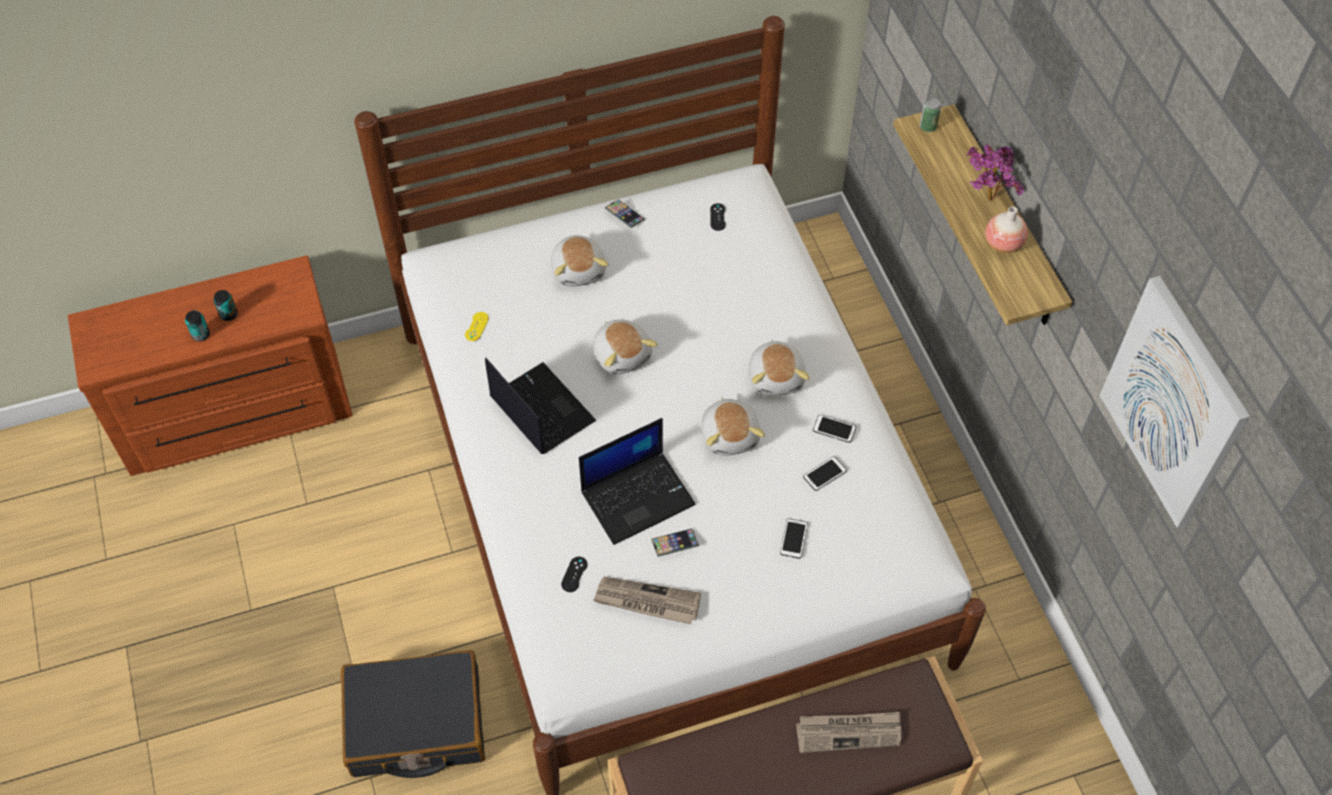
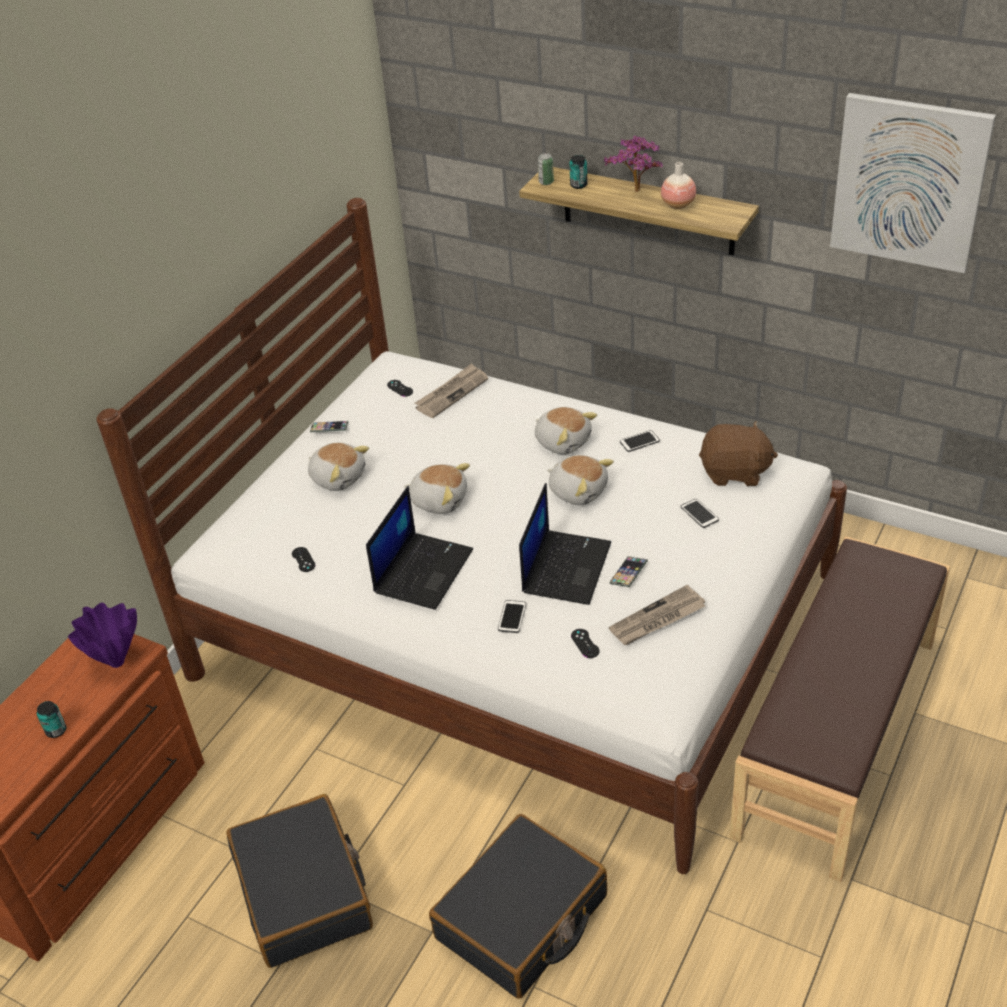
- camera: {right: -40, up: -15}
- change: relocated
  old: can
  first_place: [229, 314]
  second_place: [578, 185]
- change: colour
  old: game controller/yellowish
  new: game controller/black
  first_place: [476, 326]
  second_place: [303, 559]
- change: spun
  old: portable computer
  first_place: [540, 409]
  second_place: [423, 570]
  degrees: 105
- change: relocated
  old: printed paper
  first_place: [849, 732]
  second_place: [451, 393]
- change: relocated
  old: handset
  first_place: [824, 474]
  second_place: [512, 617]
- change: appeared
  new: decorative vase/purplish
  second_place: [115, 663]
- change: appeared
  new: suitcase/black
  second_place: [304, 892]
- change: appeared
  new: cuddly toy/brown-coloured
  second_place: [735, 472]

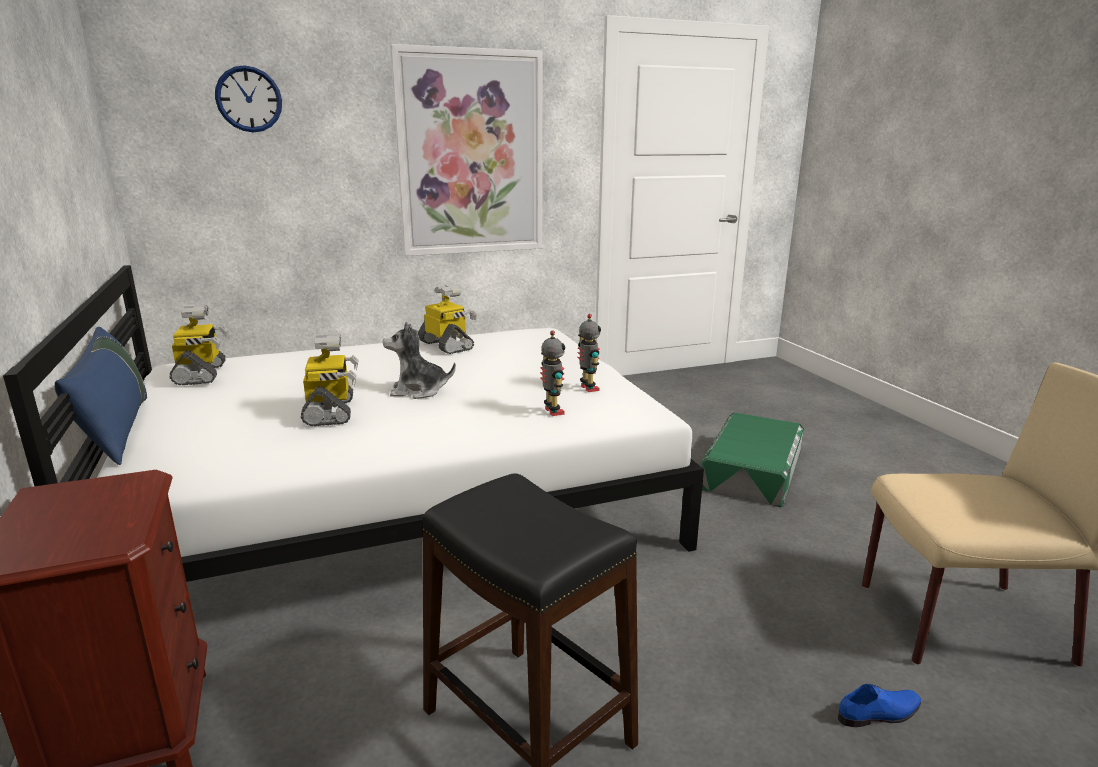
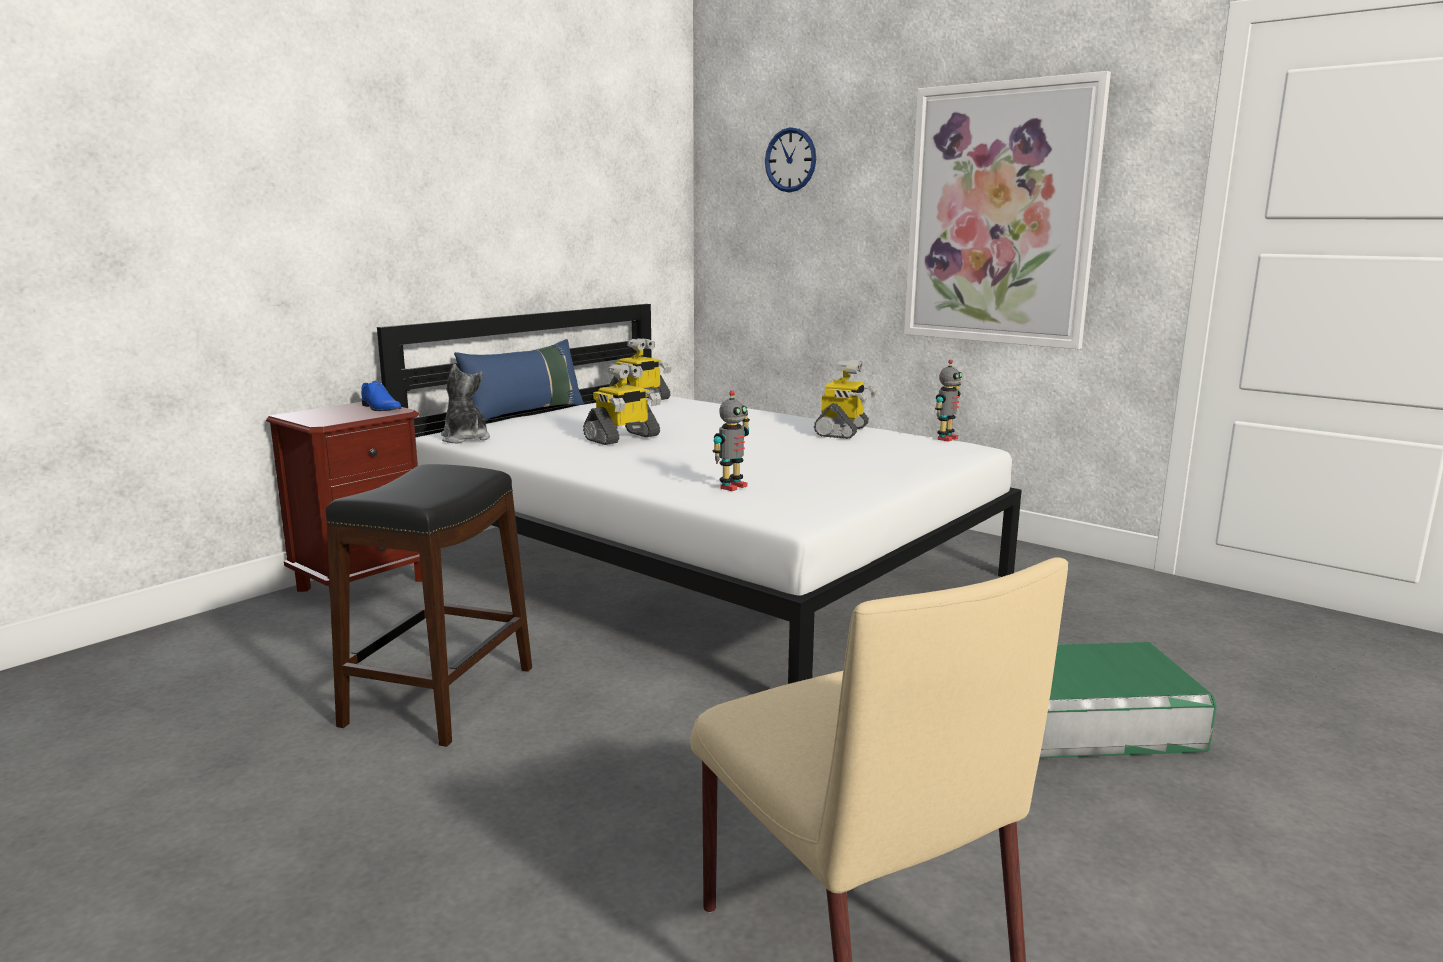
- camera: {right: 60, up: -5}
- change: relocated
  old: cuddly toy
  first_place: [418, 391]
  second_place: [465, 439]
- change: relocated
  old: model robot
  first_place: [588, 388]
  second_place: [945, 438]
- change: relocated
  old: shoe/bluish
  first_place: [880, 713]
  second_place: [380, 408]

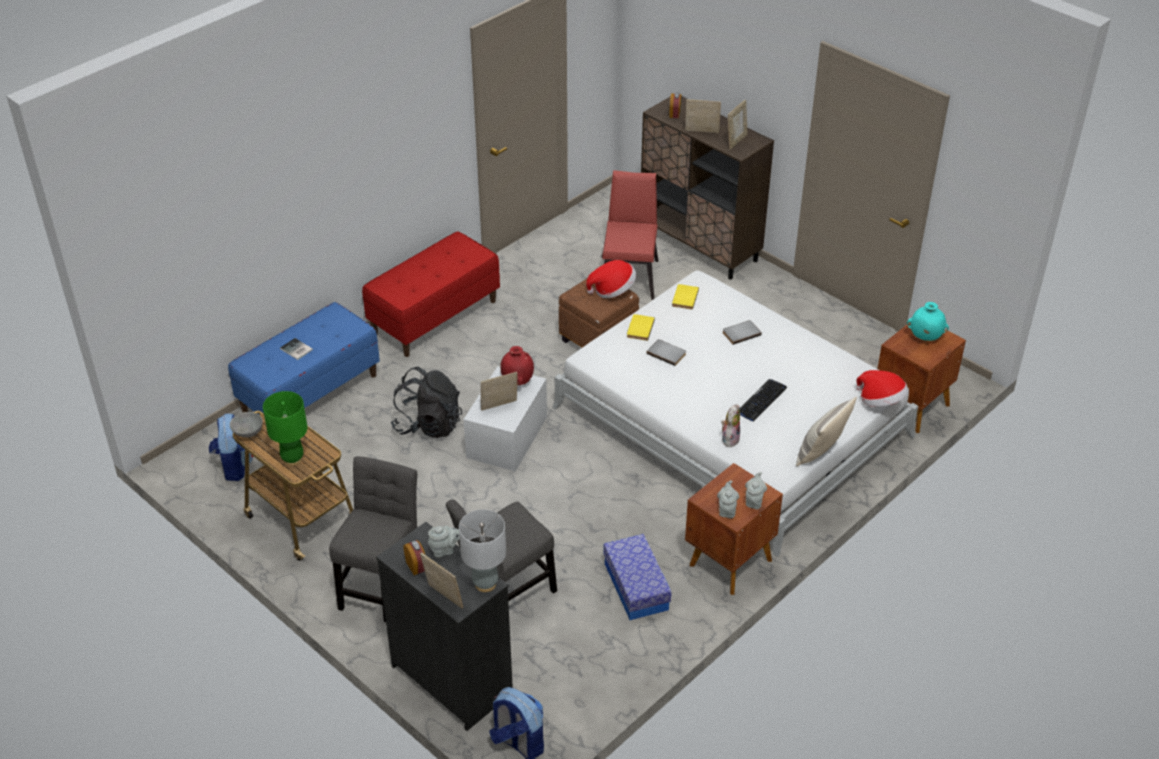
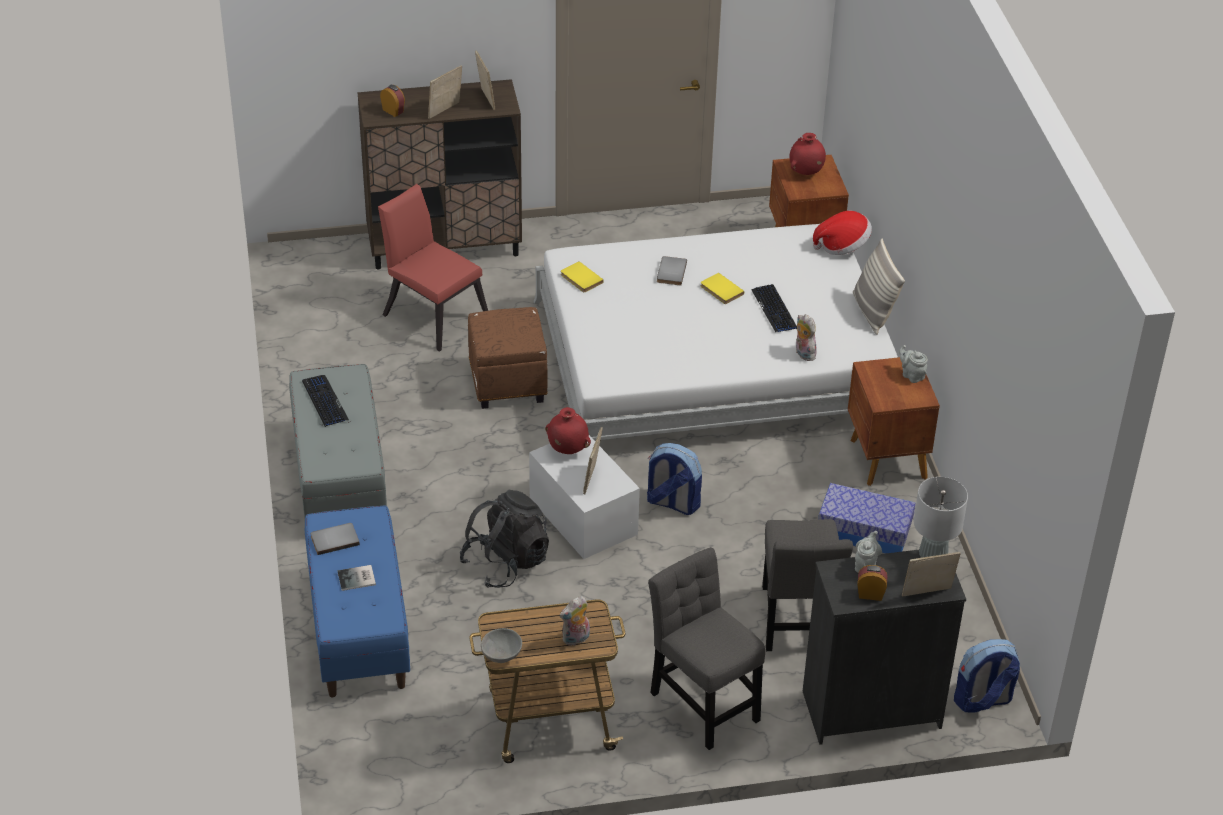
- camera: {right: -55, up: 0}
- change: relocated
  old: backpack
  first_place: [234, 466]
  second_place: [672, 503]
- change: exchanged
  old: lamp for a table/green
  new: cuddly toy
  first_place: [293, 459]
  second_place: [576, 639]
- change: colour
  old: indoor bench/red-coloured
  new: indoor bench/grey
  first_place: [434, 317]
  second_place: [339, 478]
- change: missing
  old: wearable hat
  first_place: [612, 290]
- change: relocated
  old: bound book/yellowish
  first_place: [639, 328]
  second_place: [720, 290]
- change: relocated
  old: bound book/grey
  first_place: [667, 353]
  second_place: [334, 539]
- change: missing
  old: pot for tea/grey
  first_place: [727, 510]
- change: colour
  old: decorative vase/turquoise
  new: decorative vase/red-coloured
  first_place: [925, 337]
  second_place: [805, 173]
- change: appeared
  new: computer keyboard
  second_place: [324, 401]

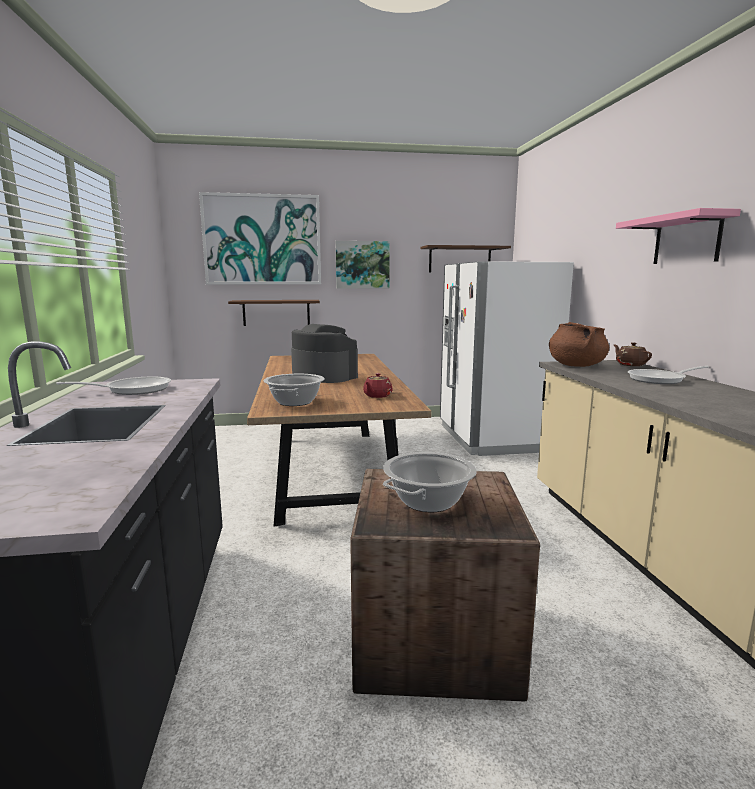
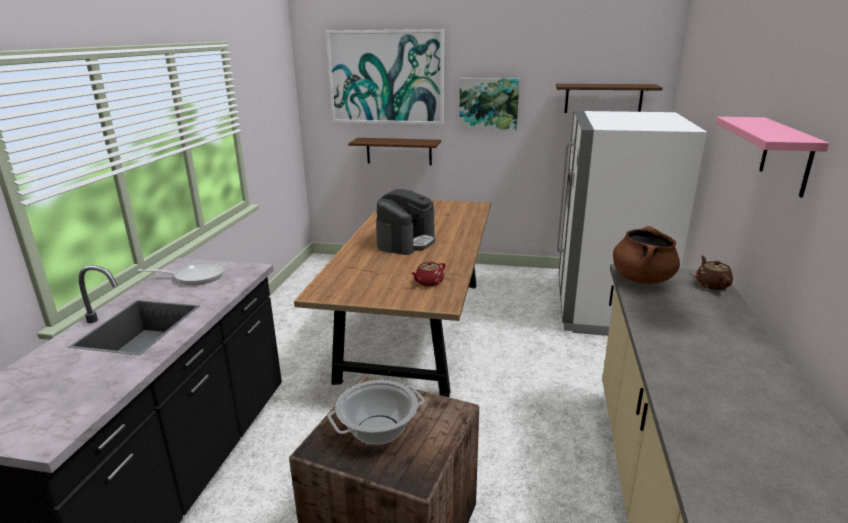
- camera: {right: 20, up: 10}
- change: missing
  old: stockpot
  first_place: [295, 402]
- change: spun
  old: coffee maker
  first_place: [323, 376]
  second_place: [406, 242]
  degrees: 60
- change: missing
  old: skillet
  first_place: [660, 380]

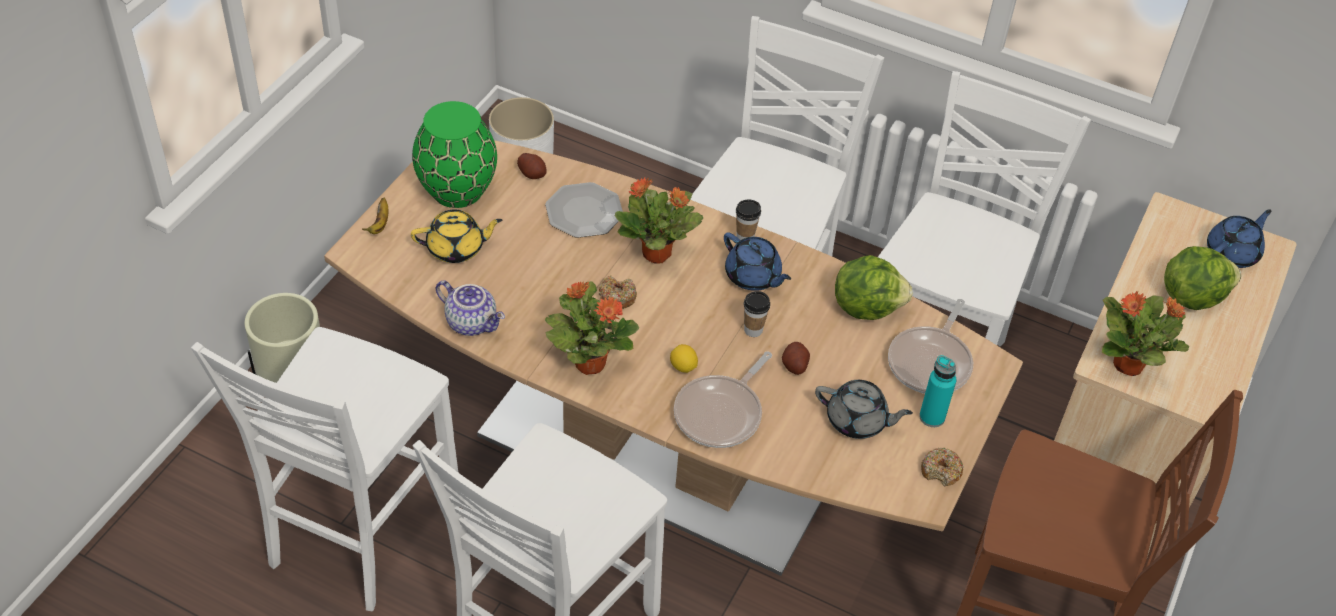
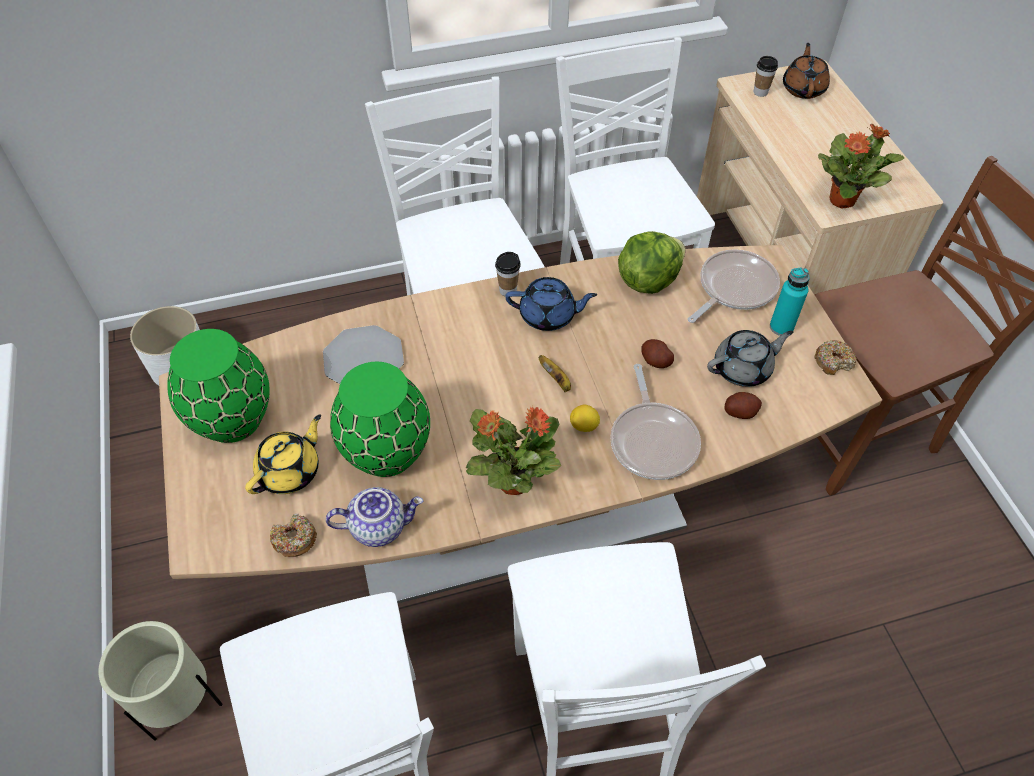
- camera: {right: -40, up: 5}
- change: relocated
  old: banana fruit
  first_place: [379, 224]
  second_place: [556, 380]
- change: relocated
  old: whole potato
  first_place: [532, 173]
  second_place: [740, 412]
- change: relocated
  old: doughnut
  first_place: [617, 297]
  second_place: [294, 539]
- change: missing
  old: plant in a pot
  first_place: [657, 254]
- change: relocated
  old: cup
  first_place: [753, 330]
  second_place: [760, 92]
- change: spun
  old: skillet
  first_place: [931, 362]
  second_place: [733, 288]
  degrees: -120
- change: missing
  old: lettuce
  first_place: [1191, 296]
- change: colour
  old: pot for tea/bluish
  new: pot for tea/brown-coloured
  first_place: [1232, 253]
  second_place: [803, 88]
- change: appeared
  new: decorative vase/green
  second_place: [386, 453]

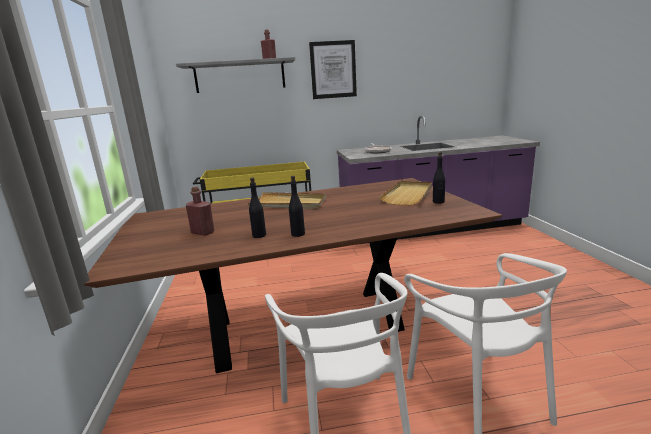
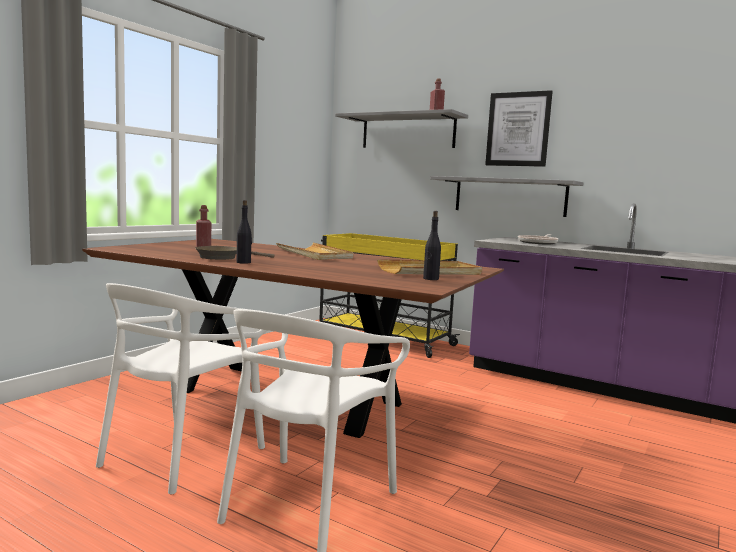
- camera: {right: 40, up: -10}
- change: exchanged
  old: bottle/black
  new: skillet/brown-coloured
  first_place: [259, 235]
  second_place: [222, 257]
- change: appeared
  new: wall shelf/grey
  second_place: [509, 196]

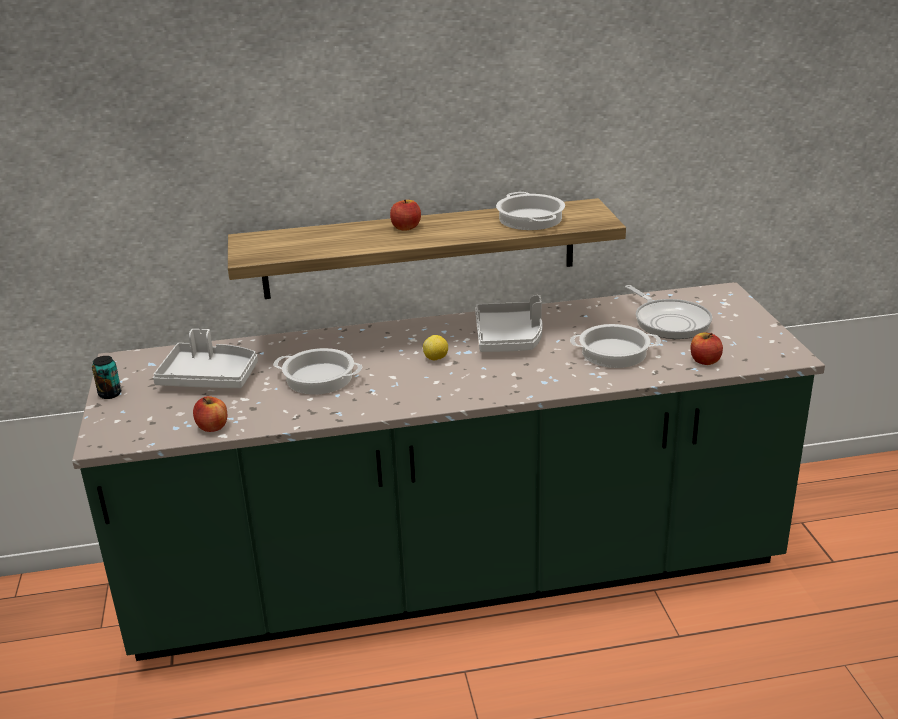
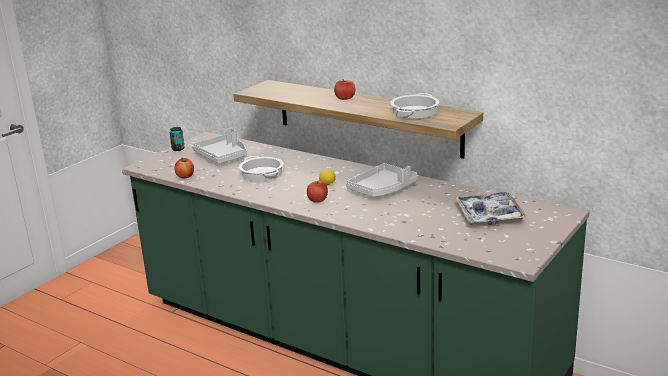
- camera: {right: 45, up: -5}
- change: missing
  old: stockpot
  first_place: [613, 353]
- change: exchanged
  old: skillet
  new: serving tray
  first_place: [669, 322]
  second_place: [489, 215]
- change: relocated
  old: whole apple
  first_place: [704, 361]
  second_place: [317, 200]

